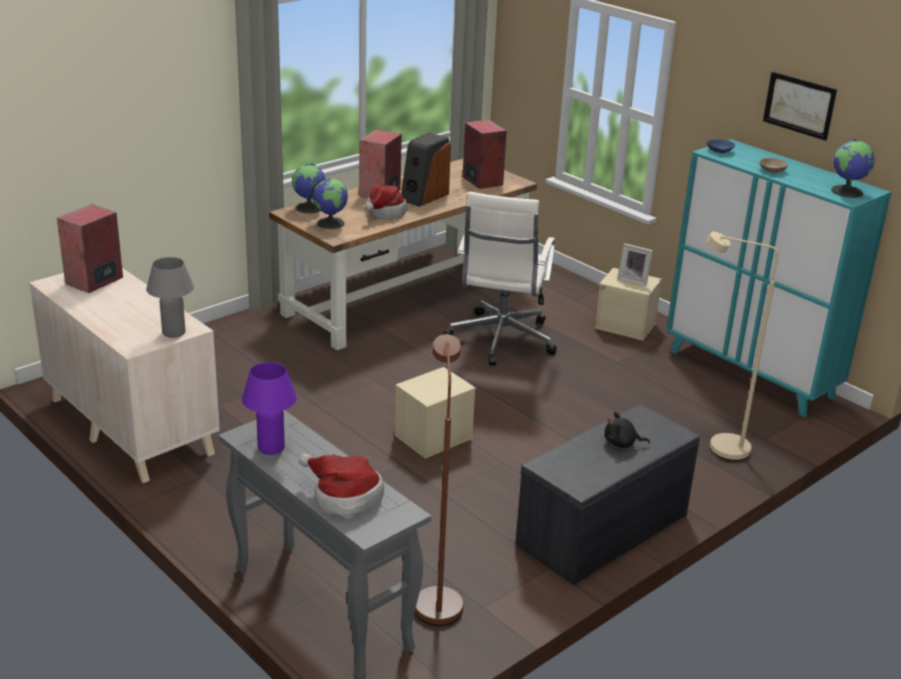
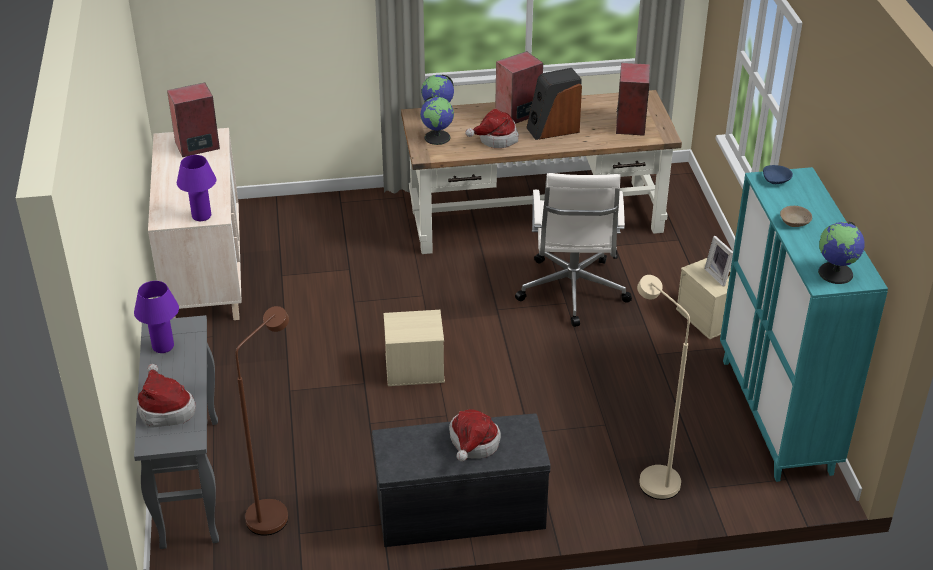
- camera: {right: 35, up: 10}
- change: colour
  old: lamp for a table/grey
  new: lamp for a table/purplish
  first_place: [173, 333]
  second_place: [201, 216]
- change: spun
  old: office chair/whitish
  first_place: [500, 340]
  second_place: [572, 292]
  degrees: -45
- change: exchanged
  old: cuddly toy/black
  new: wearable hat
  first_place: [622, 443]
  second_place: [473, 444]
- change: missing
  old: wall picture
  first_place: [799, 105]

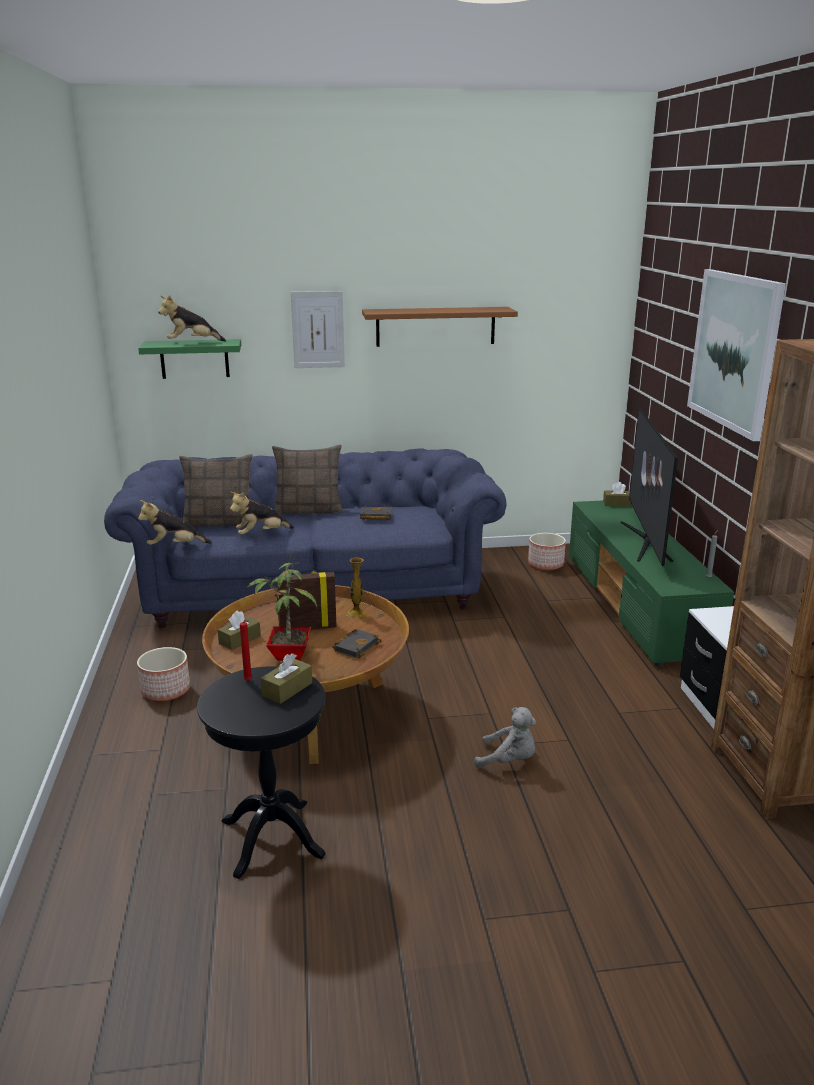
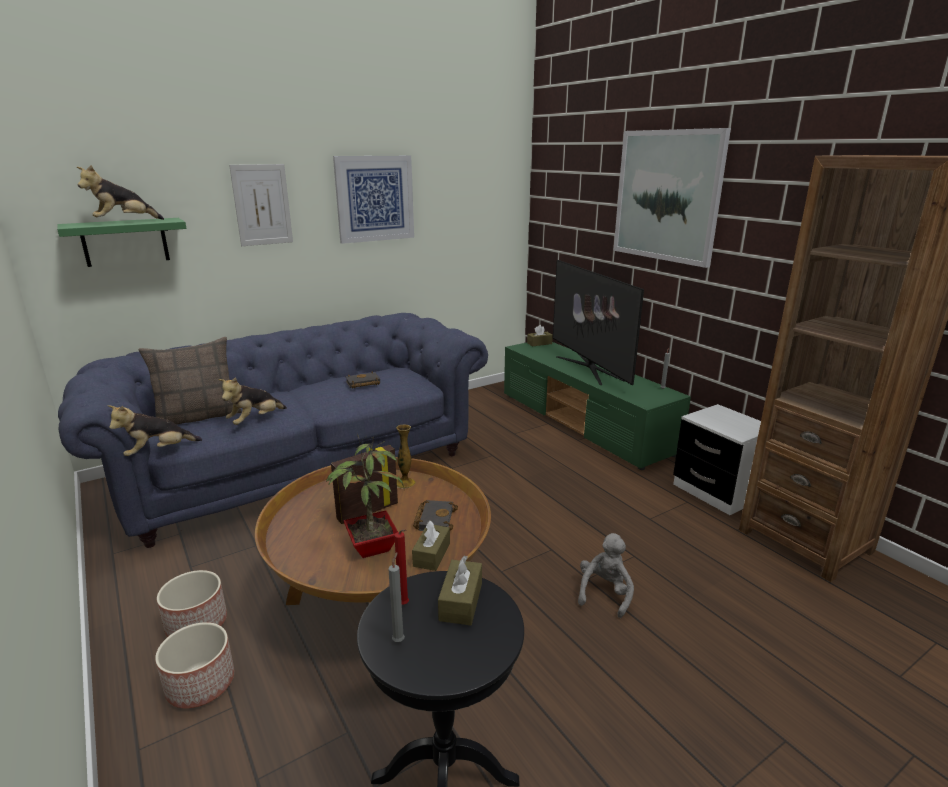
- camera: {right: -25, up: 0}
- change: relocated
  old: box of tissues/brown-coloured
  first_place: [240, 640]
  second_place: [431, 554]
- change: missing
  old: cushion
  first_place: [309, 510]
- change: exchanged
  old: wall shelf/brown-coloured
  new: wall picture
  first_place: [435, 326]
  second_place: [375, 199]
- change: spun
  old: cuddly toy/grey
  first_place: [509, 760]
  second_place: [605, 593]
  degrees: -60
- change: relocated
  old: plant pot
  first_place: [545, 564]
  second_place: [201, 683]
- change: appeared
  new: candle/grey
  second_place: [399, 639]

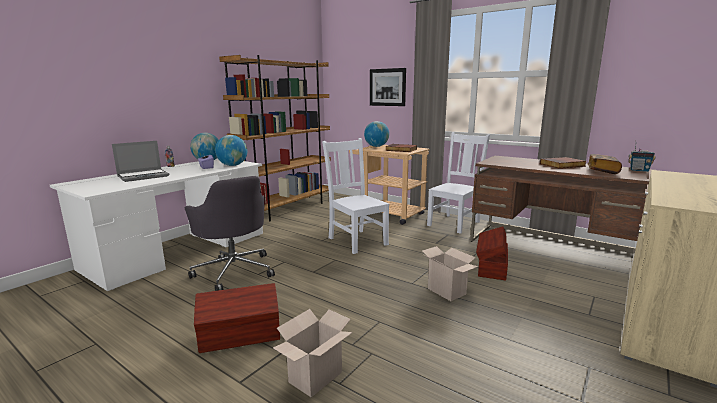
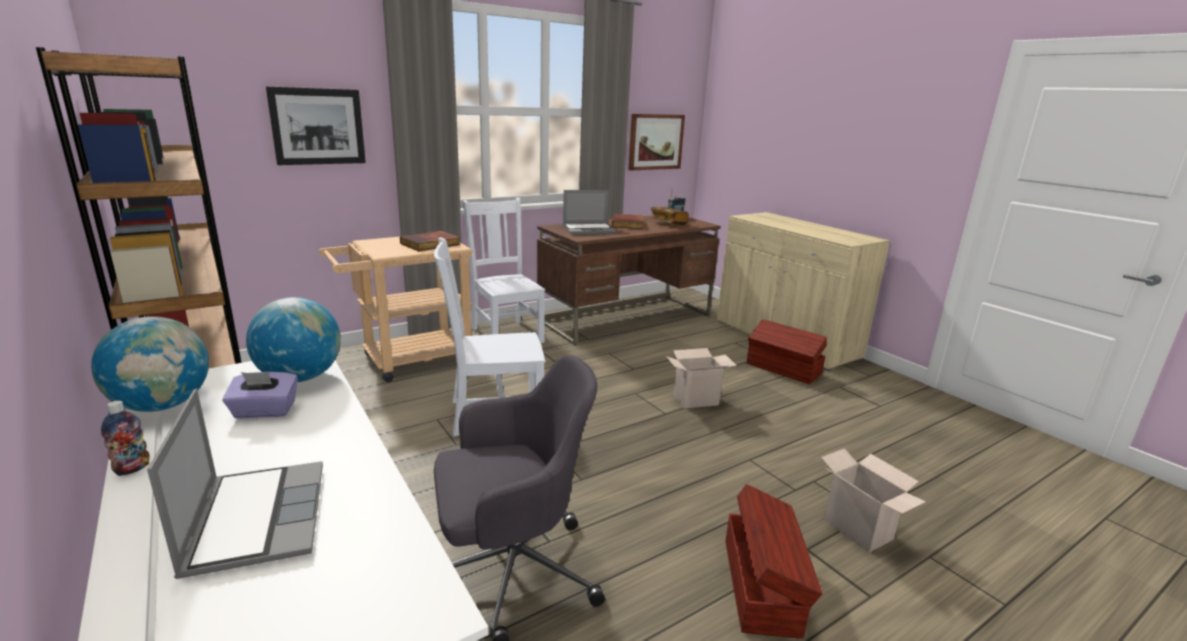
- camera: {right: -70, up: 5}
- change: missing
  old: globe
  first_place: [376, 146]
- change: relocated
  old: storage box/brown-coloured
  first_place: [491, 267]
  second_place: [783, 369]
- change: appeared
  new: portable computer
  second_place: [589, 230]
- change: appeared
  new: wall picture
  second_place: [655, 142]

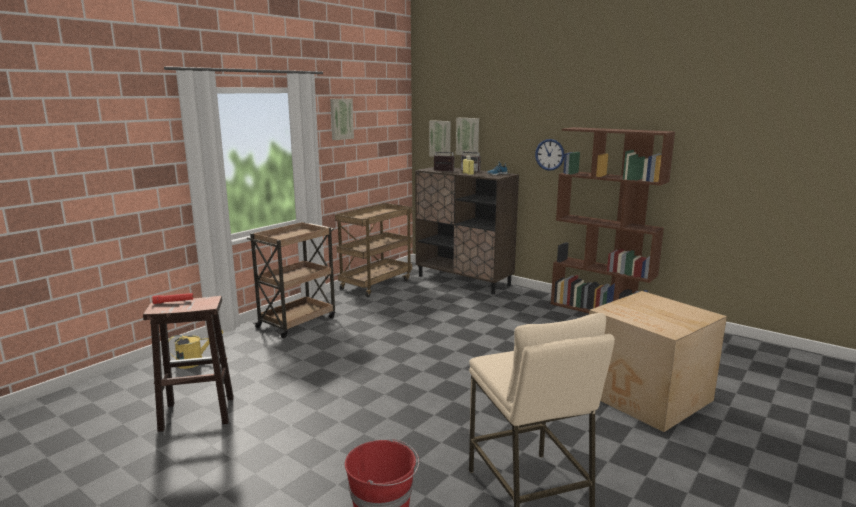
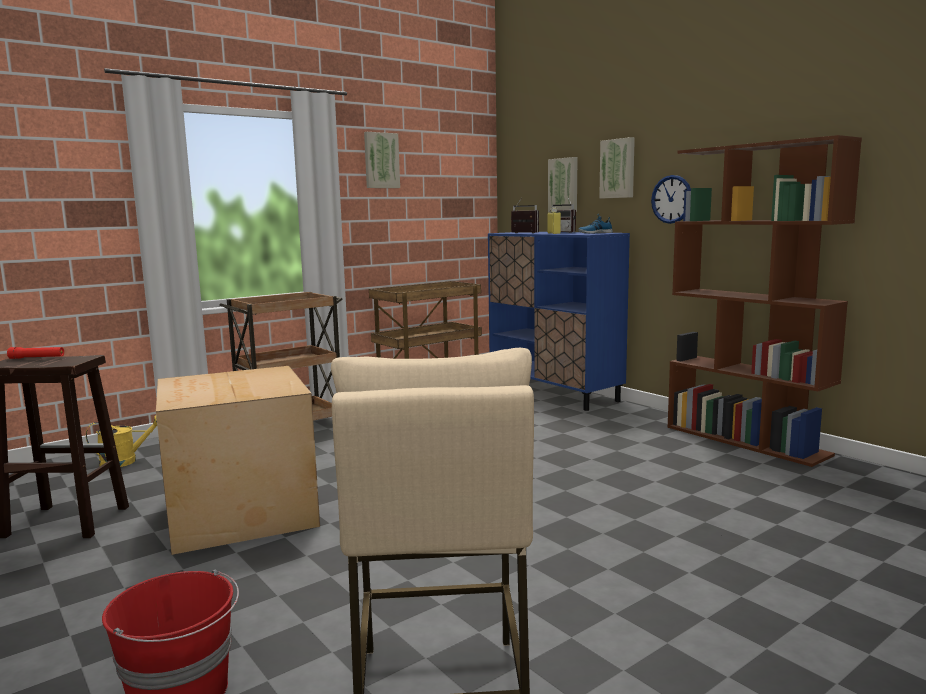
- camera: {right: 15, up: -5}
- change: colour
  old: cabinet/brown-coloured
  new: cabinet/bluish
  first_place: [464, 280]
  second_place: [554, 392]
- change: relocated
  old: wall picture
  first_place: [440, 138]
  second_place: [618, 168]
- change: relocated
  old: carton
  first_place: [647, 397]
  second_place: [239, 513]

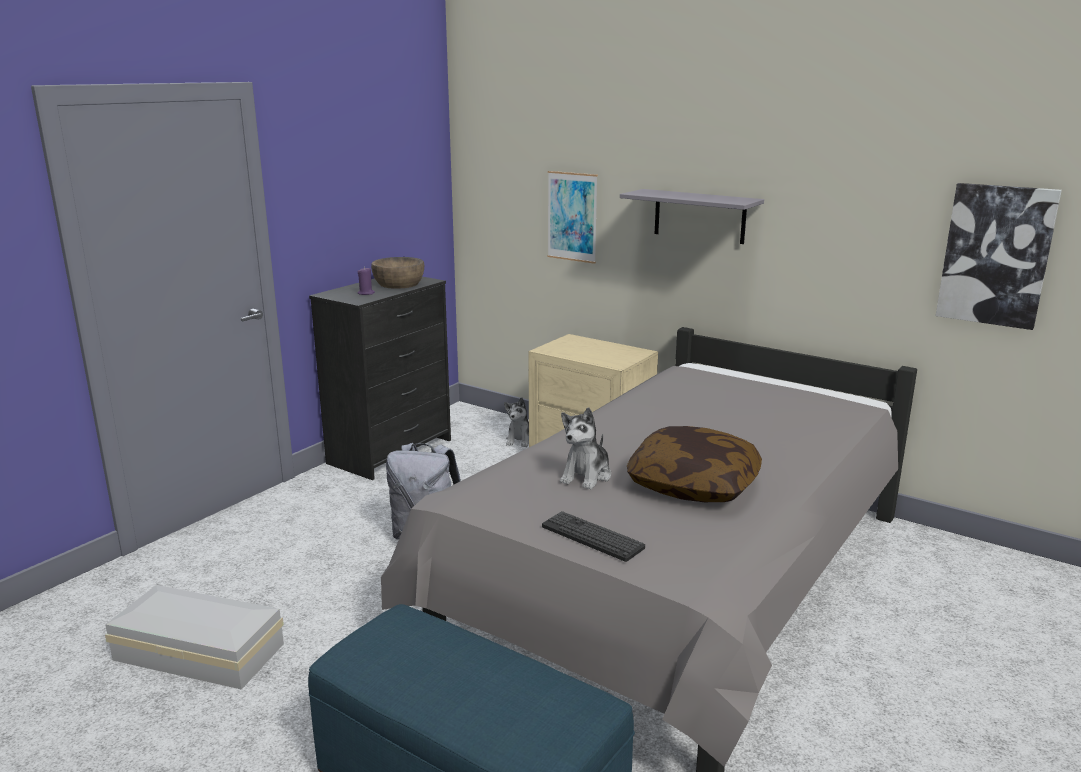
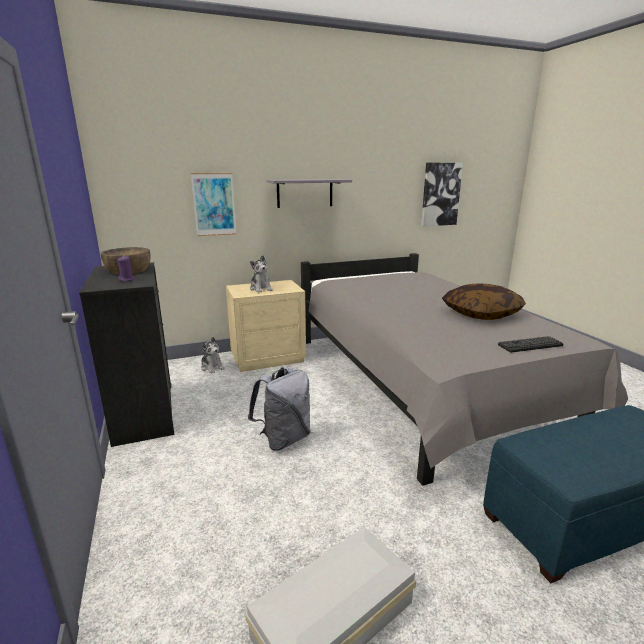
- camera: {right: -55, up: 0}
- change: relocated
  old: cuddly toy
  first_place: [586, 476]
  second_place: [261, 289]

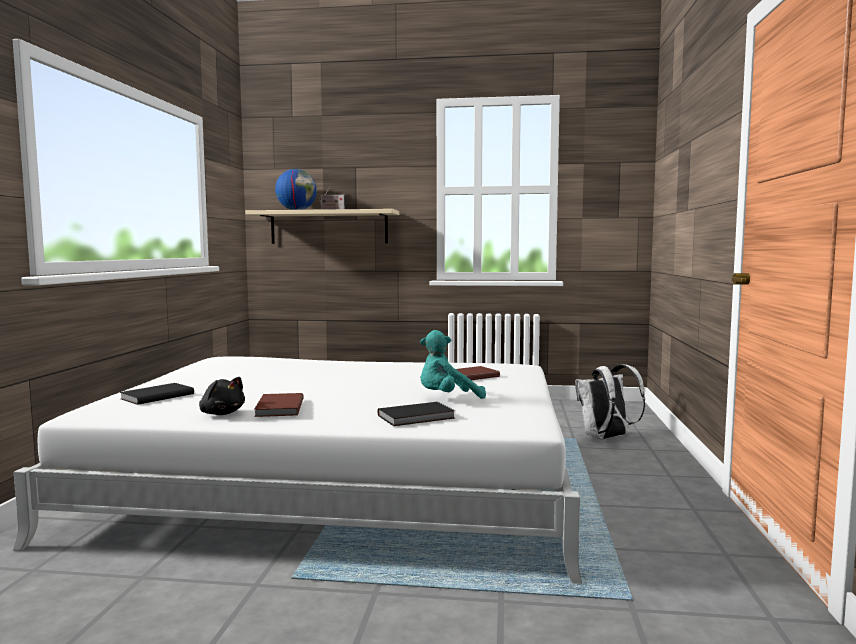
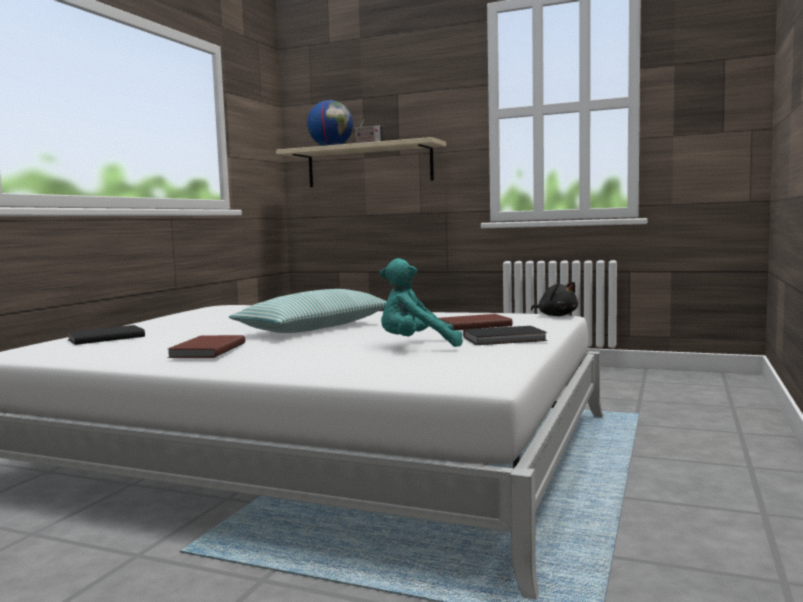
- camera: {right: 15, up: 0}
- change: relocated
  old: cuddly toy/black
  first_place: [221, 413]
  second_place: [556, 315]
- change: relocated
  old: bound book/black
  first_place: [417, 417]
  second_place: [506, 339]
- change: missing
  old: backpack/whitish
  first_place: [606, 438]
- change: appeared
  new: cushion
  second_place: [315, 328]

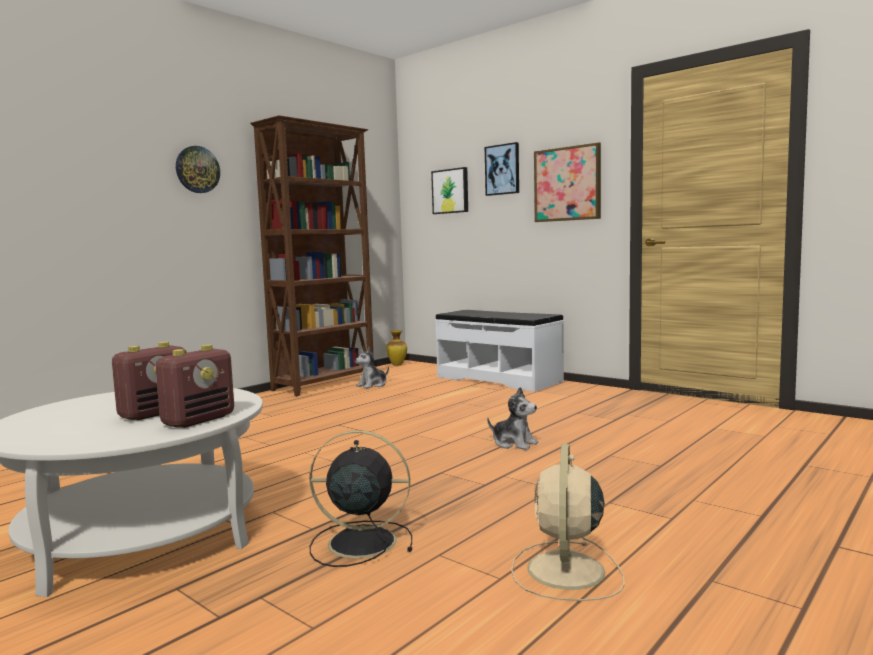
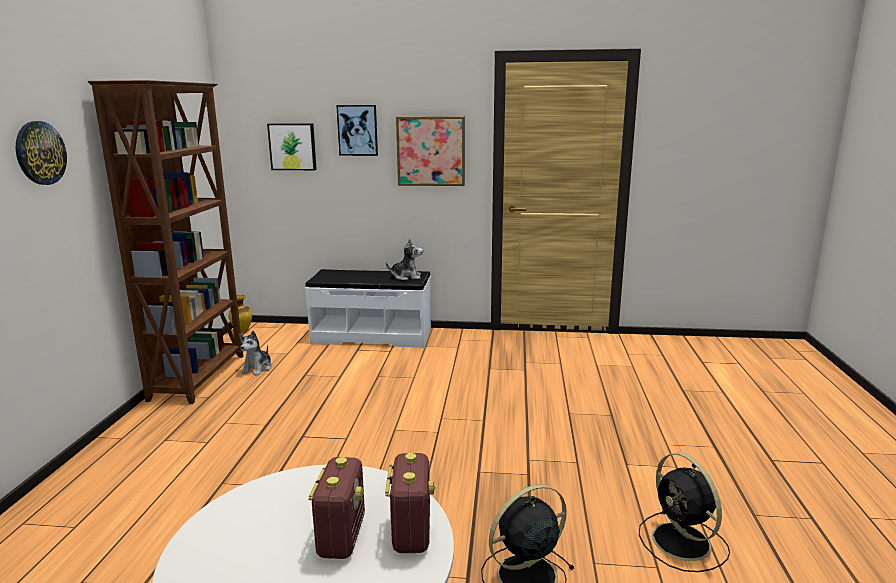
- camera: {right: -35, up: 10}
- change: relocated
  old: cuddly toy
  first_place: [514, 443]
  second_place: [406, 277]
- change: colour
  old: electric fan/sand-coloured
  new: electric fan/black
  first_place: [565, 572]
  second_place: [683, 543]

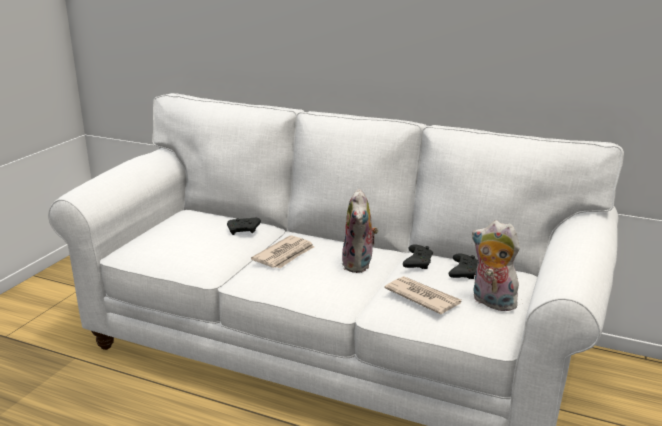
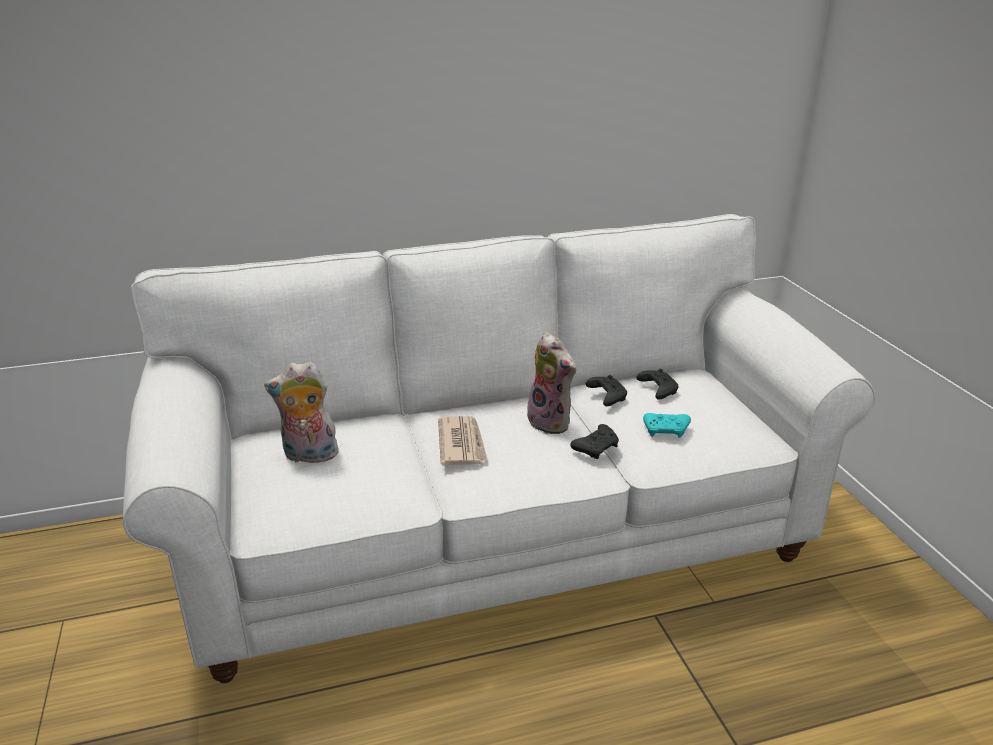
- camera: {right: -40, up: 5}
- change: relocated
  old: game controller/black
  first_place: [244, 231]
  second_place: [596, 448]
- change: exchanged
  old: printed paper
  new: game controller/turquoise
  first_place: [422, 297]
  second_place: [666, 431]
- change: relocated
  old: cuddly toy
  first_place: [491, 302]
  second_place: [308, 456]

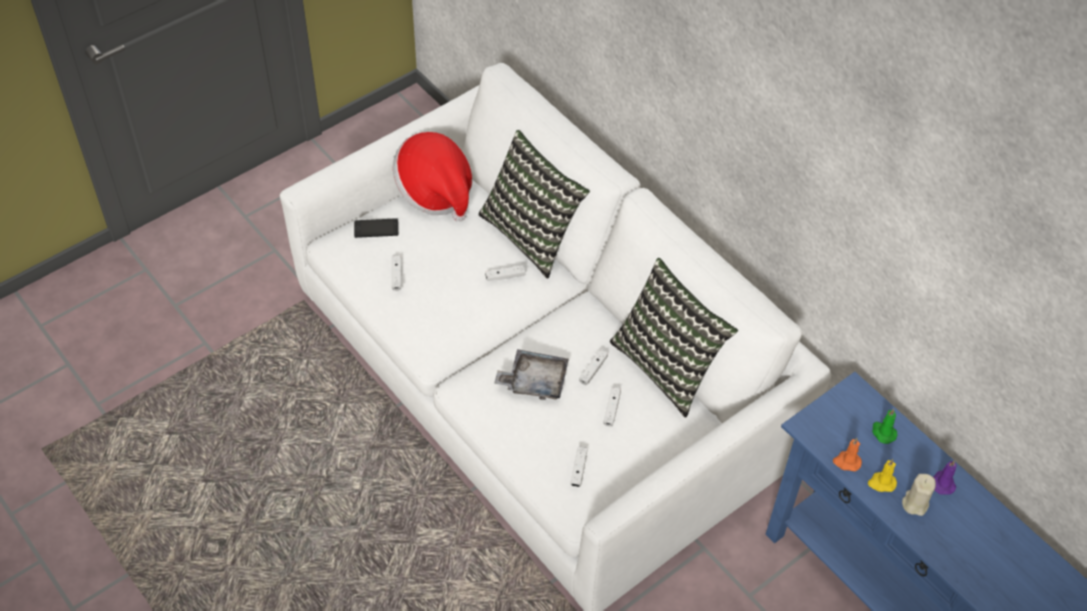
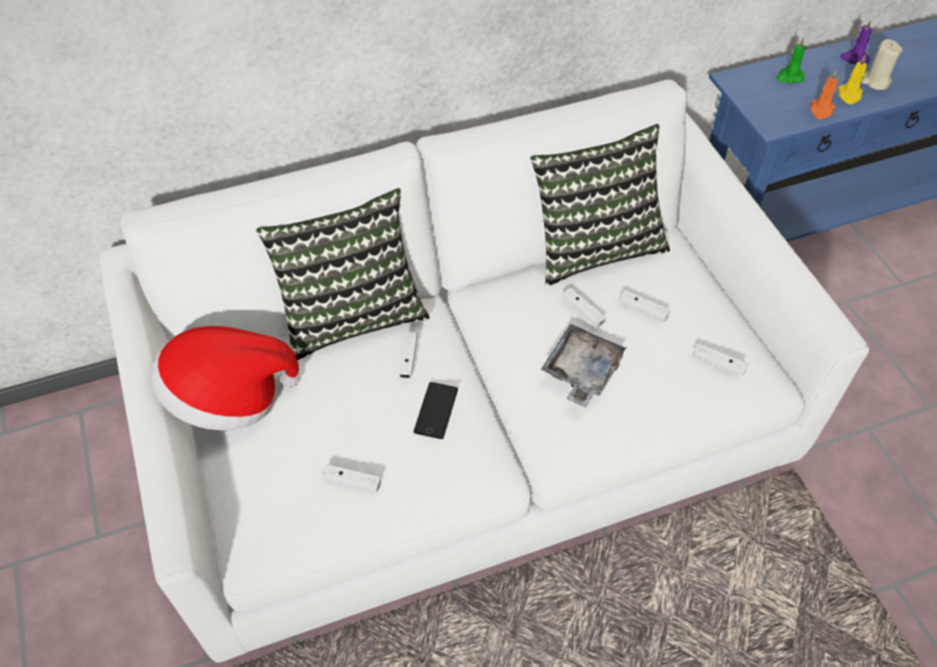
- camera: {right: -70, up: 0}
- change: relocated
  old: handset
  first_place: [376, 228]
  second_place: [436, 410]

